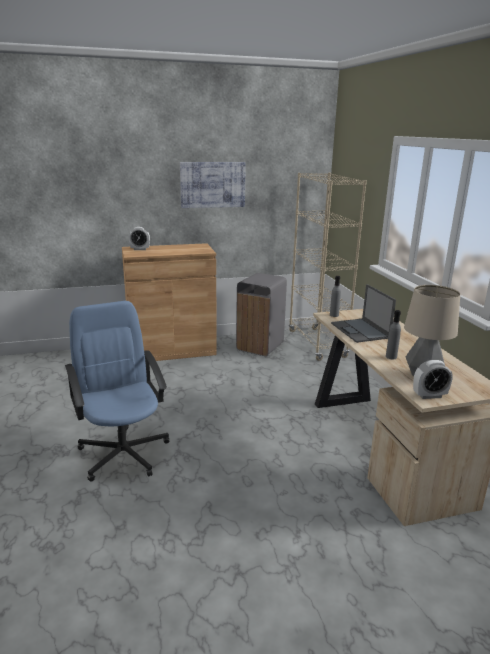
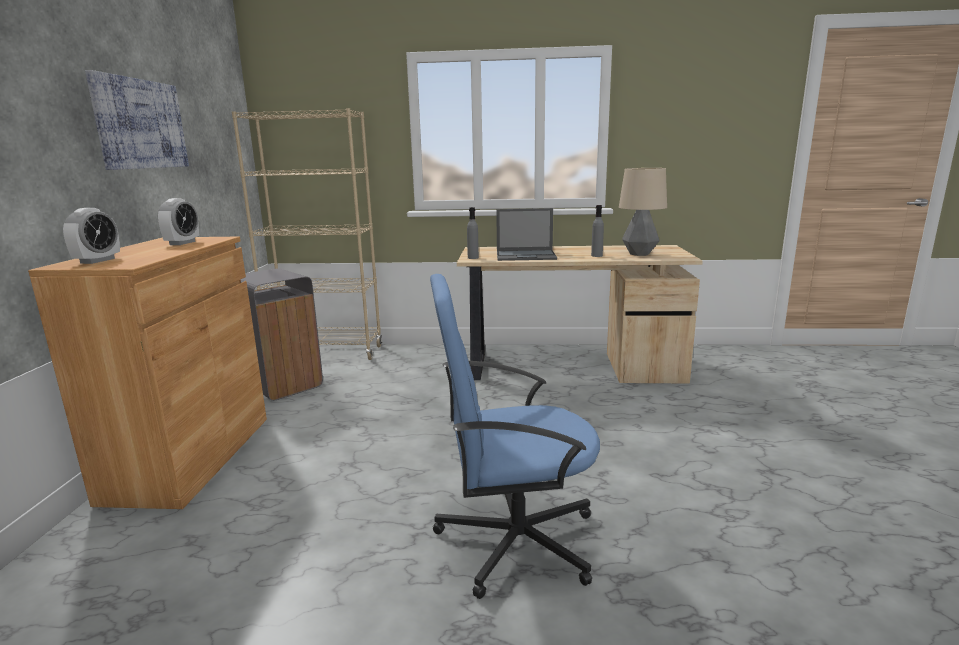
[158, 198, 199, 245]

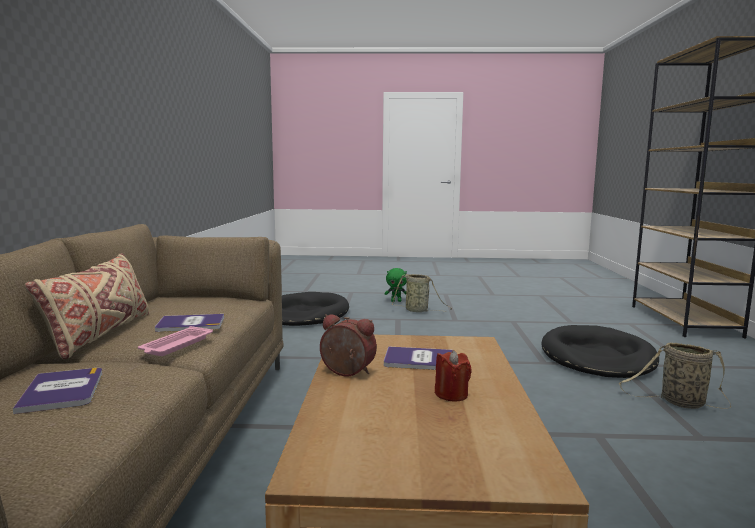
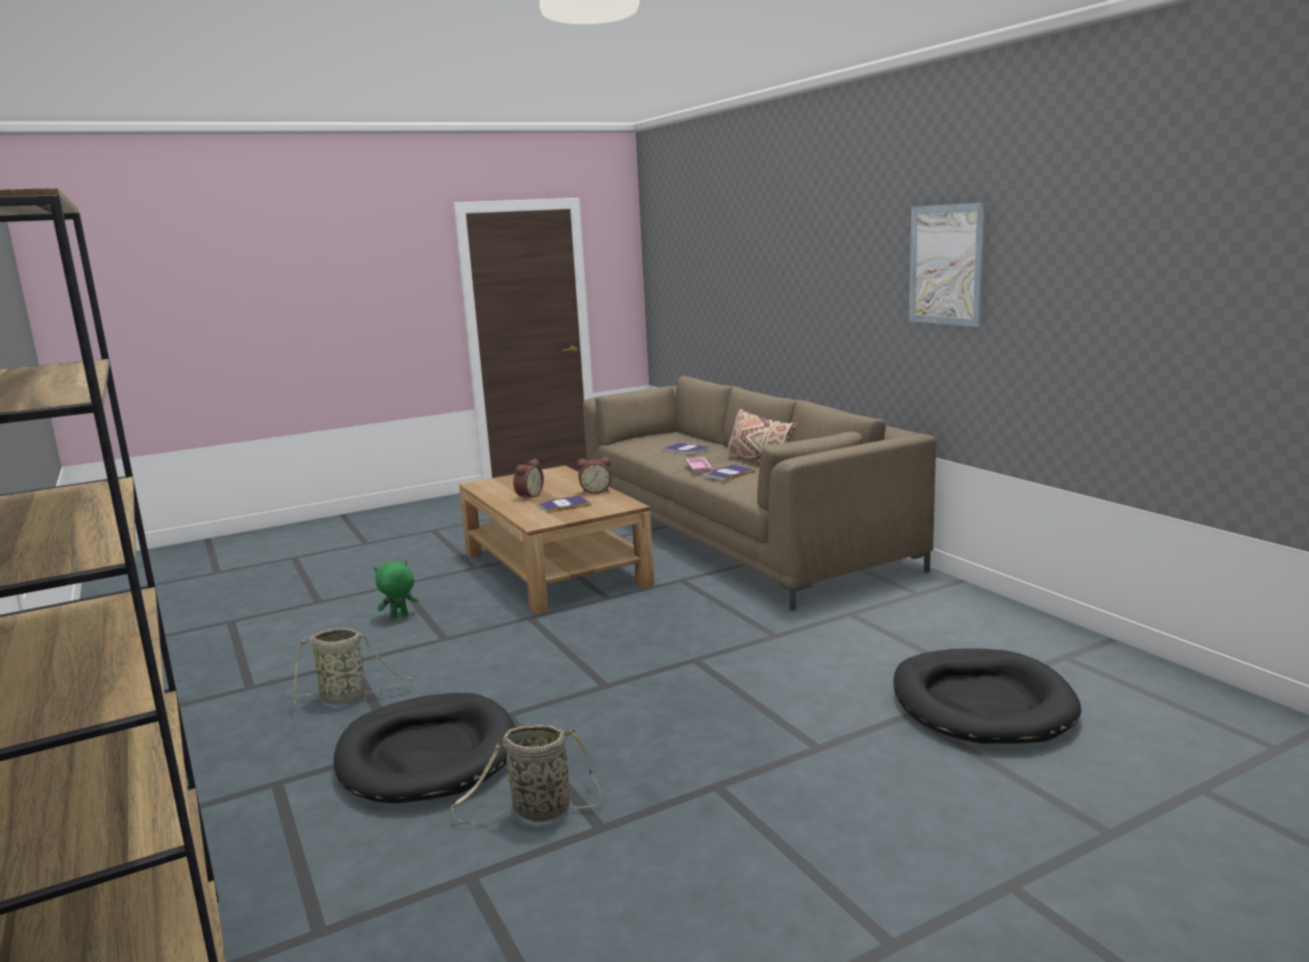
[374, 560, 418, 619]
[451, 725, 602, 823]
[513, 459, 544, 500]
[909, 202, 987, 327]

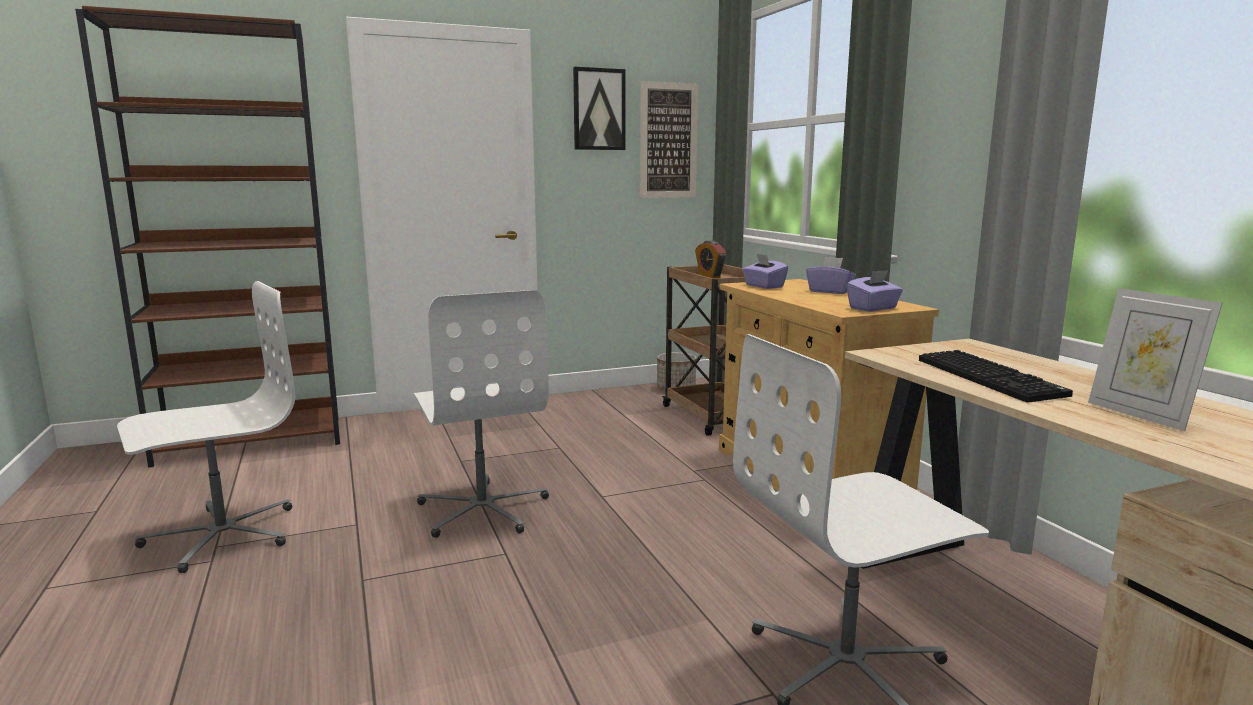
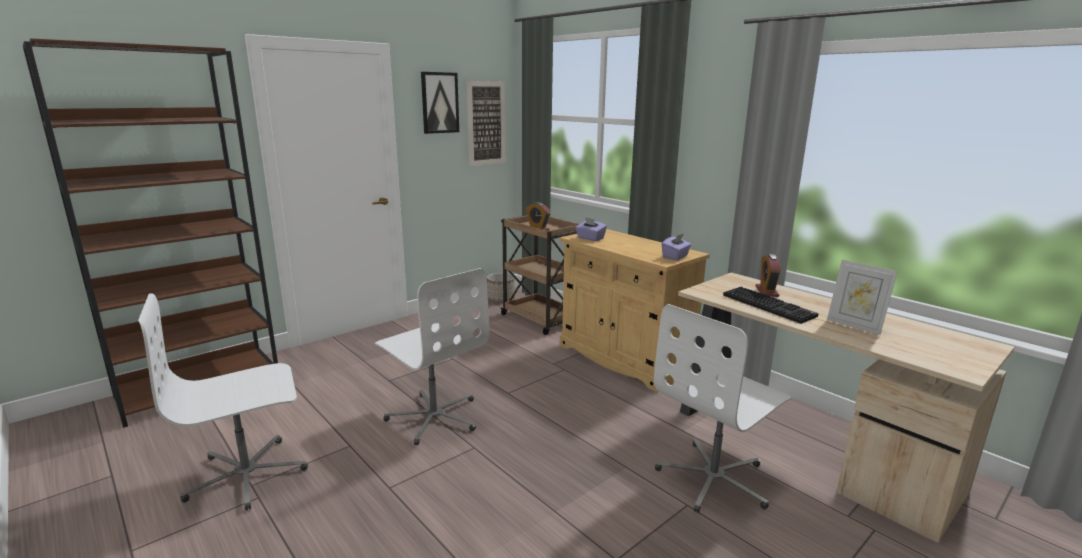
[138, 293, 308, 510]
[806, 257, 856, 294] (first image)
[756, 254, 781, 297]

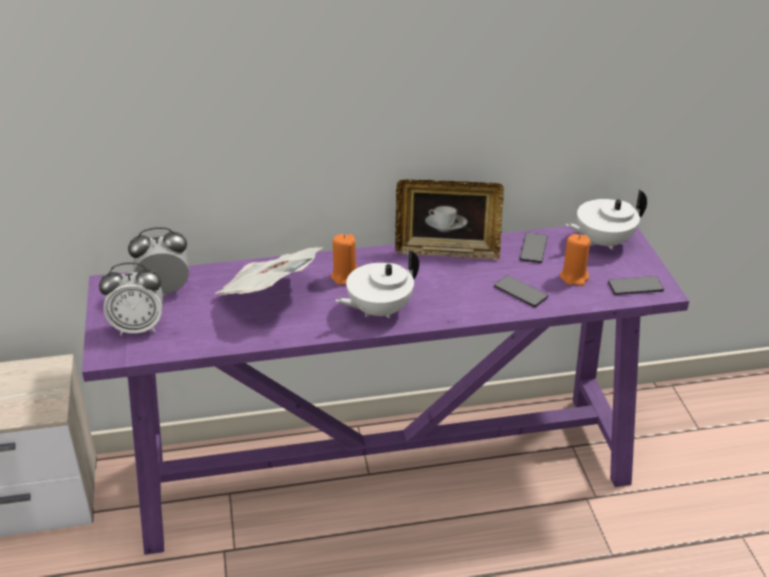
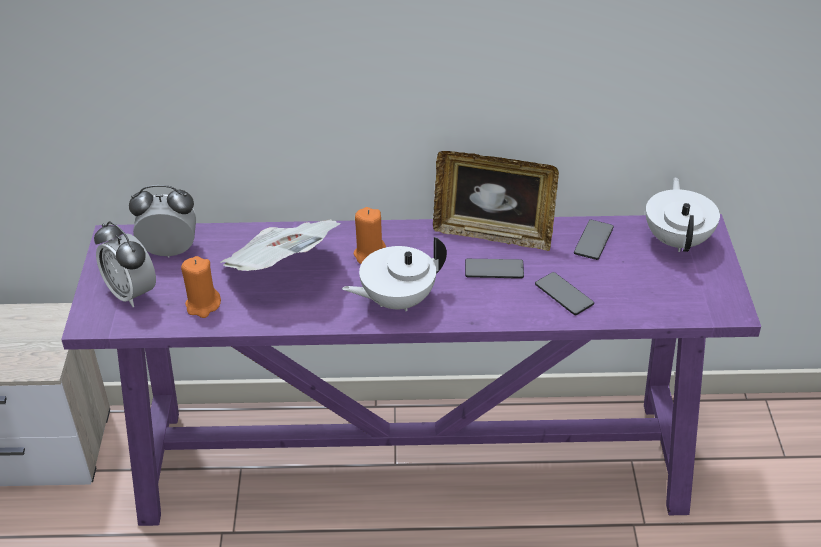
[94, 221, 156, 307]
[181, 256, 221, 318]
[646, 177, 720, 252]
[465, 259, 524, 279]

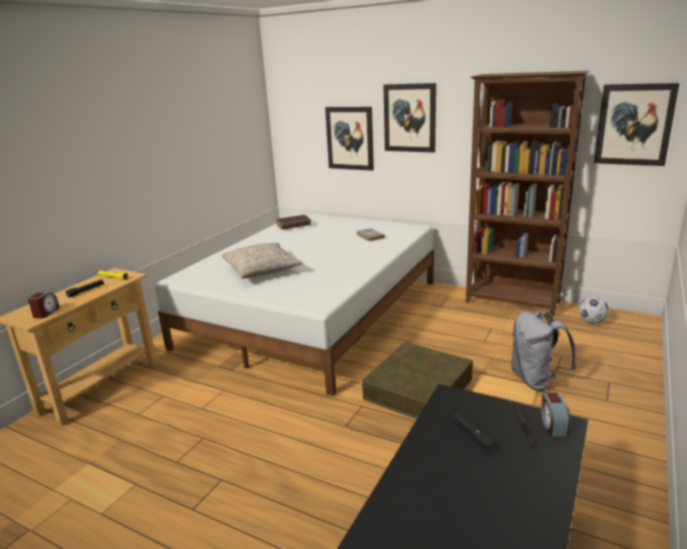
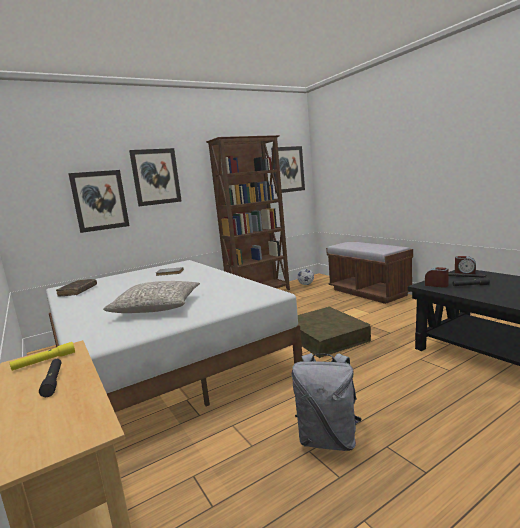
[425, 267, 449, 288]
[292, 353, 362, 451]
[326, 242, 413, 304]

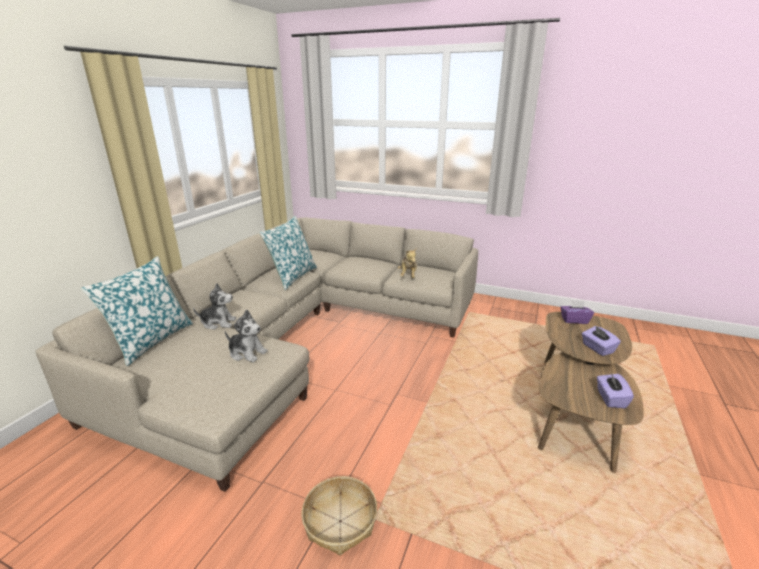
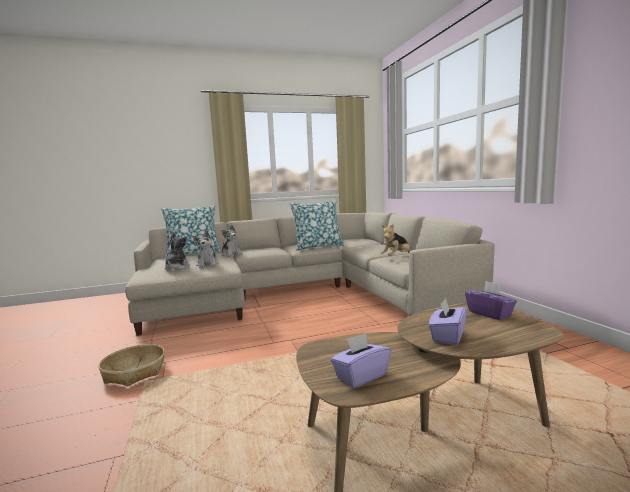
[165, 232, 190, 270]

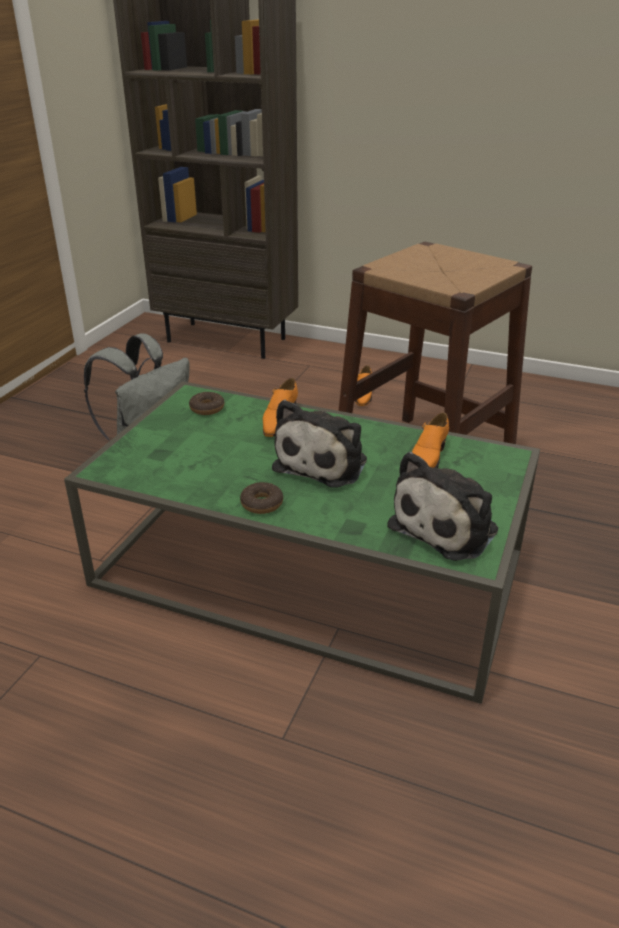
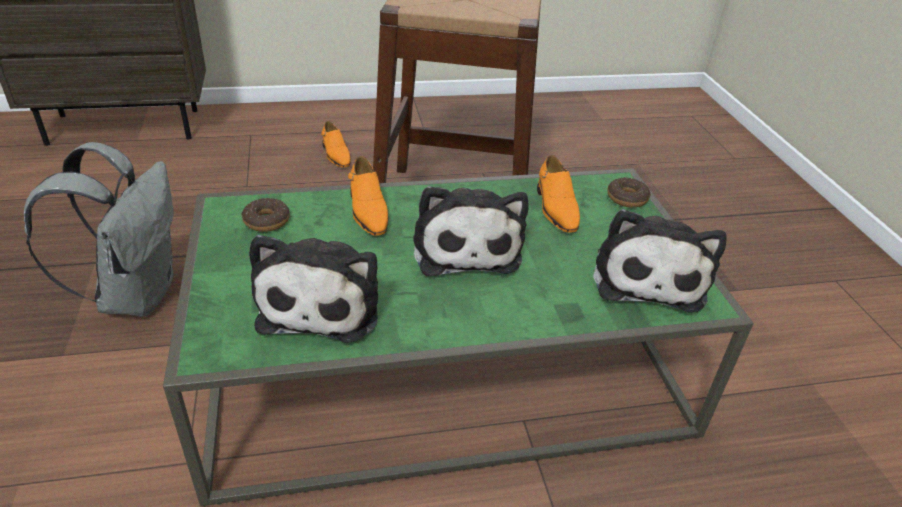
[607, 177, 650, 208]
[249, 234, 378, 343]

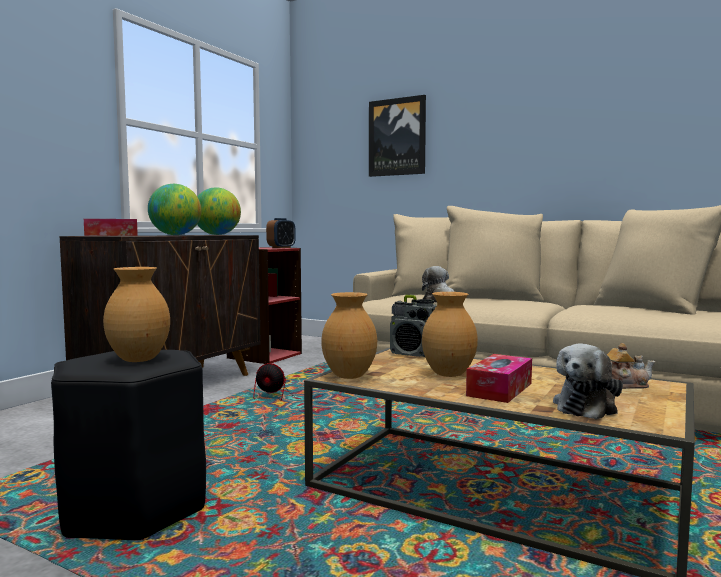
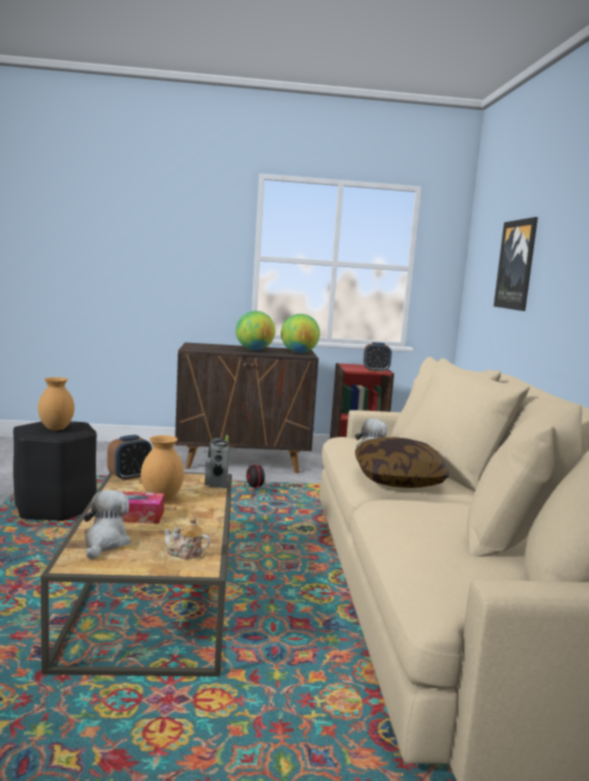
[84, 219, 138, 236] (first image)
[107, 435, 152, 481]
[83, 490, 130, 559]
[164, 517, 210, 560]
[355, 437, 449, 488]

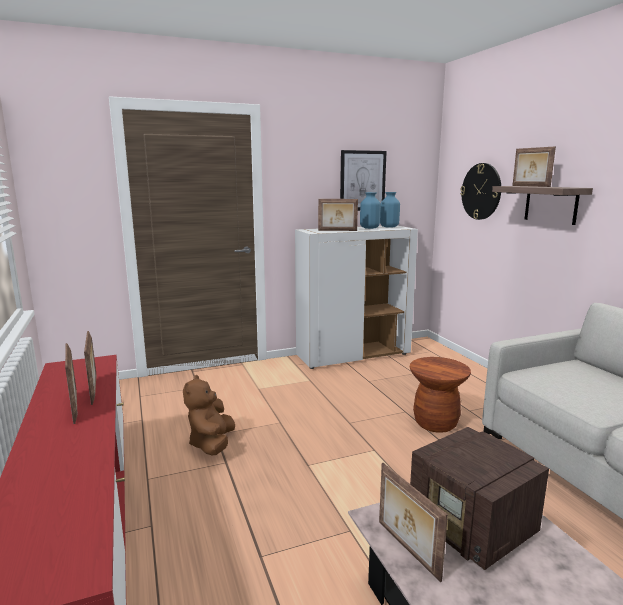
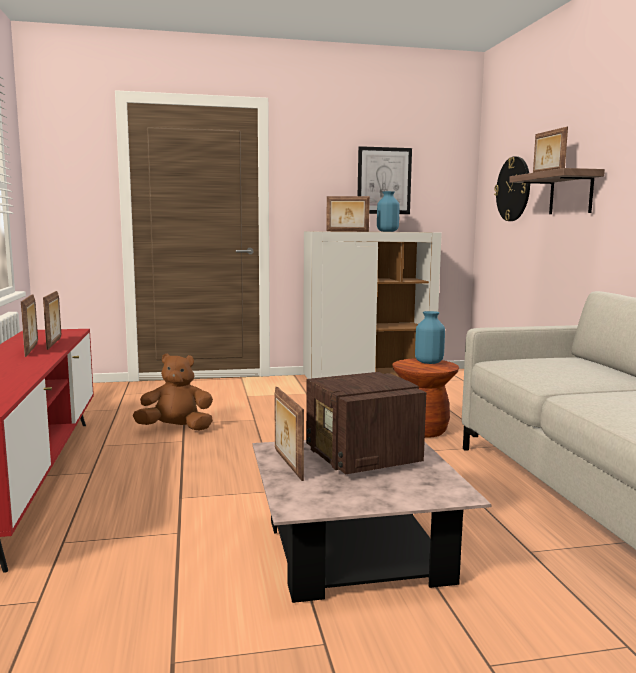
[133, 353, 213, 431]
[415, 311, 445, 364]

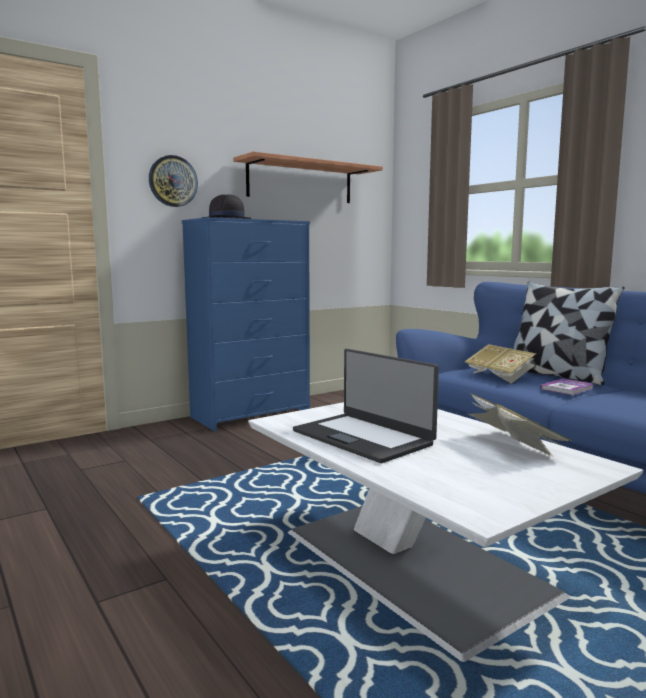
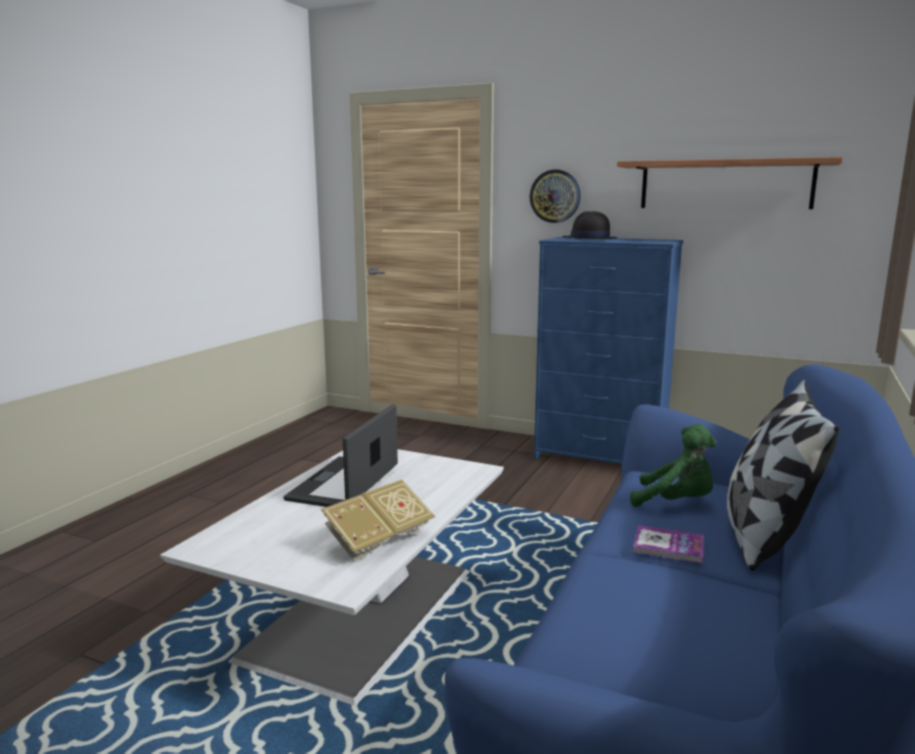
[630, 424, 717, 507]

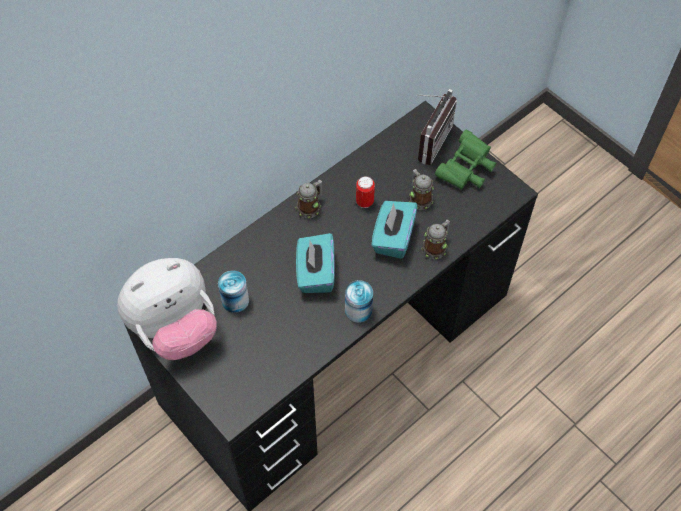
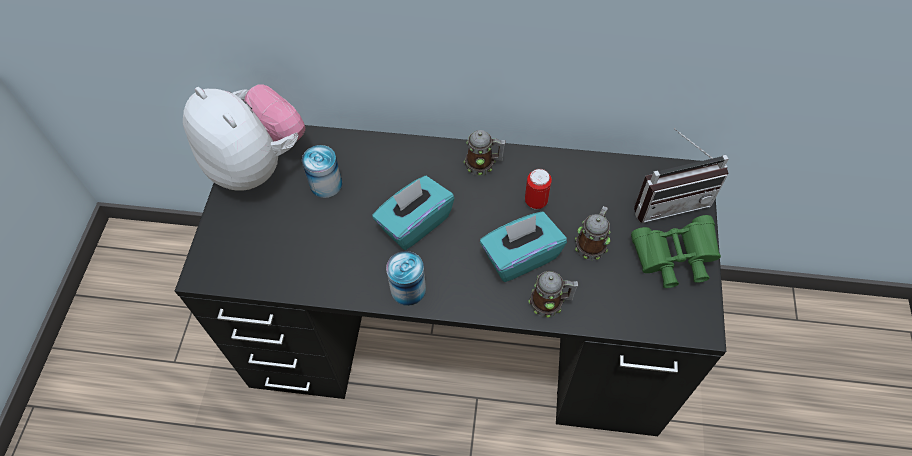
[183, 84, 305, 191]

